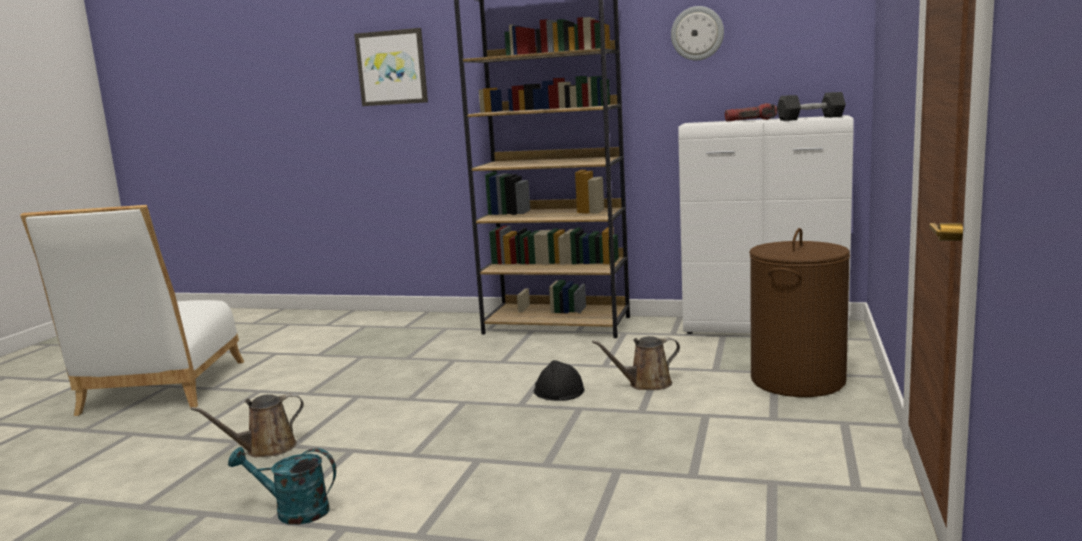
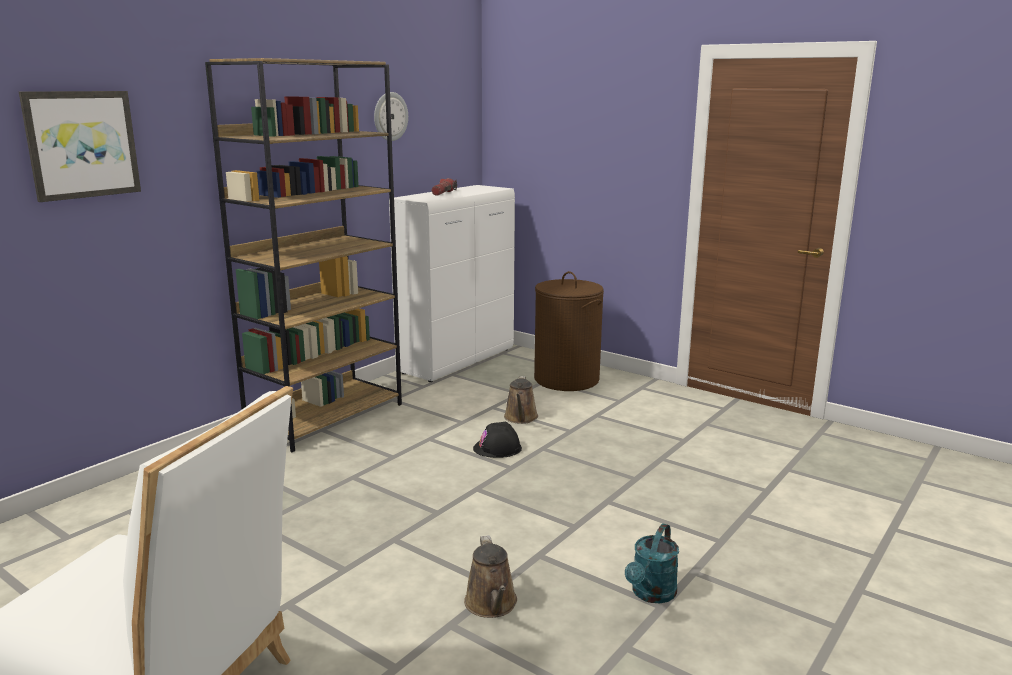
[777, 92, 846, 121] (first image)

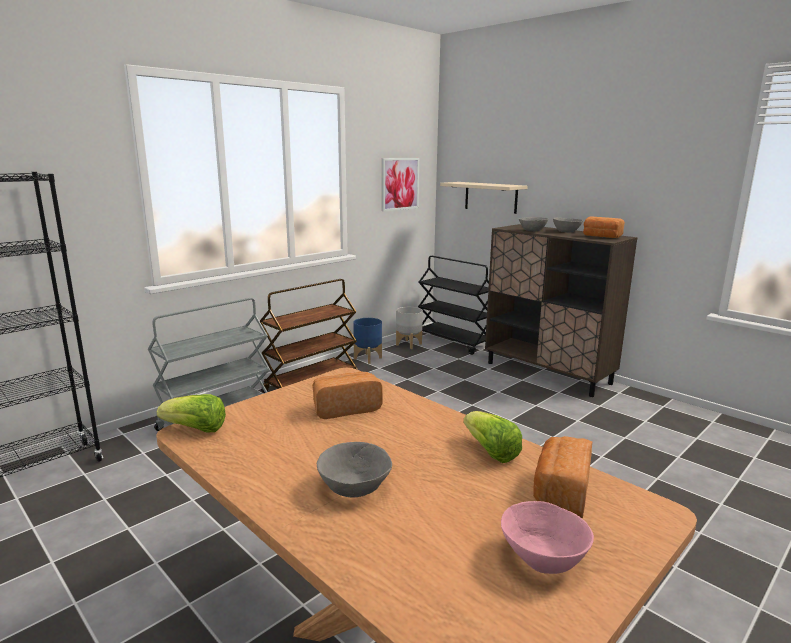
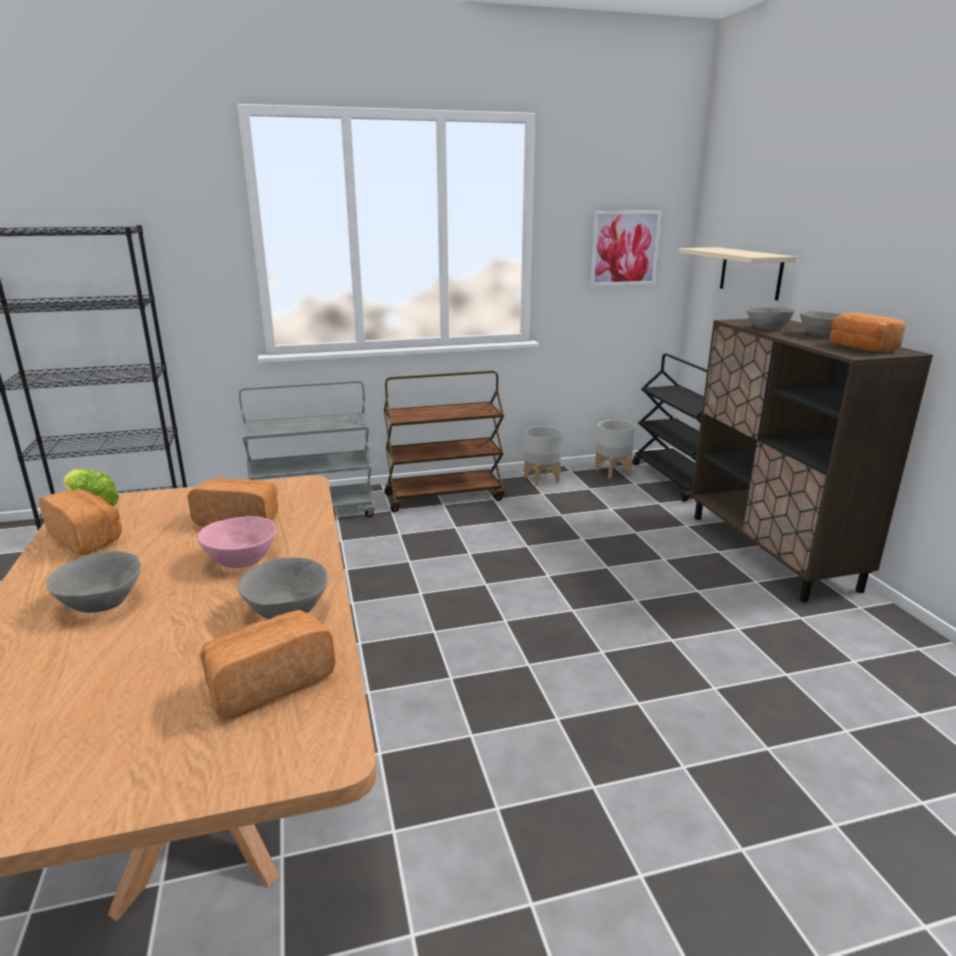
[524, 426, 562, 486]
[238, 558, 328, 619]
[198, 516, 277, 568]
[39, 490, 122, 555]

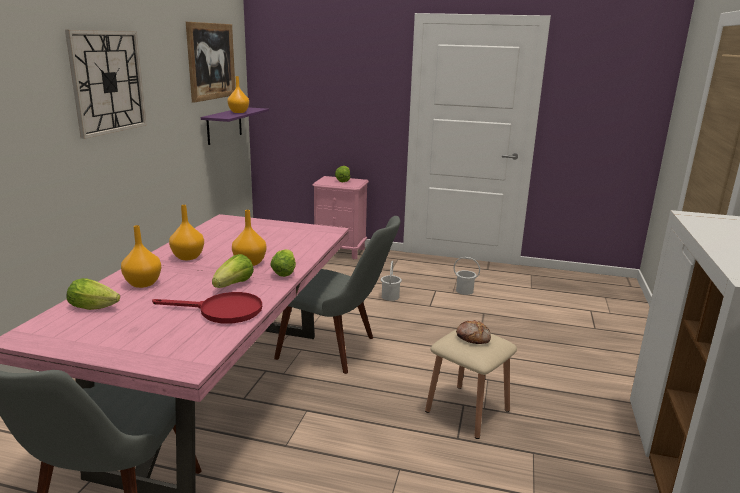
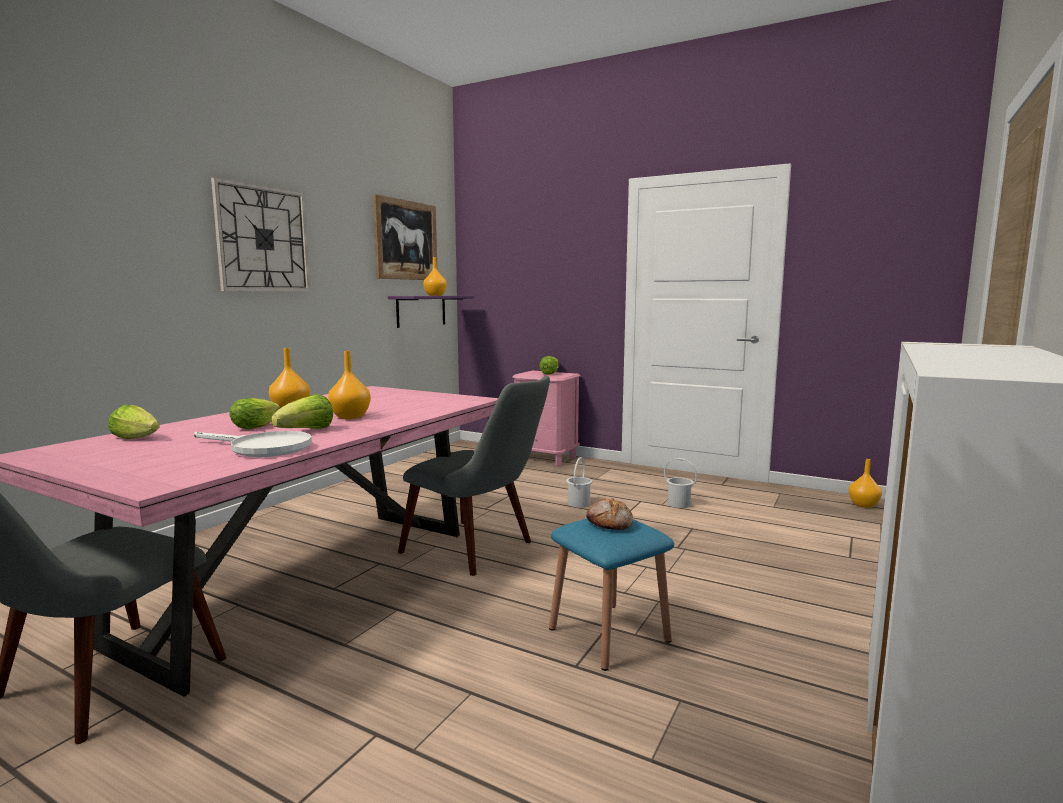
[848, 459, 882, 508]
[194, 431, 312, 457]
[230, 398, 280, 430]
[549, 519, 674, 671]

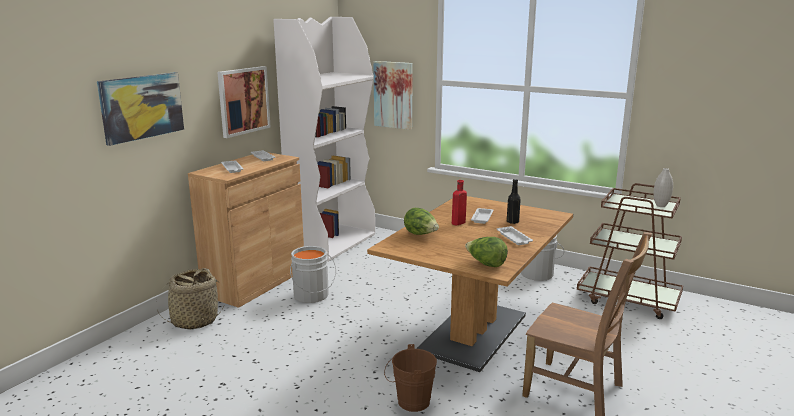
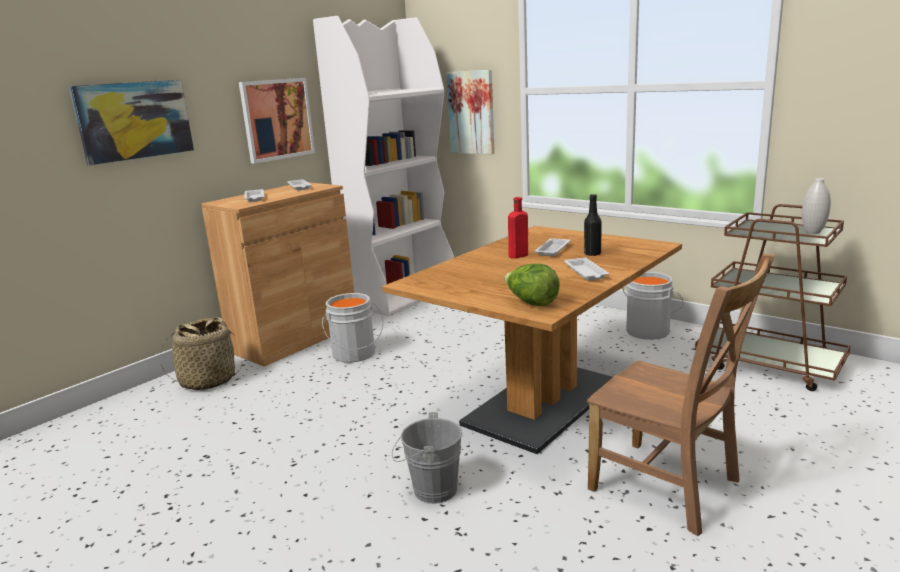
[392, 412, 462, 504]
[404, 208, 439, 235] (first image)

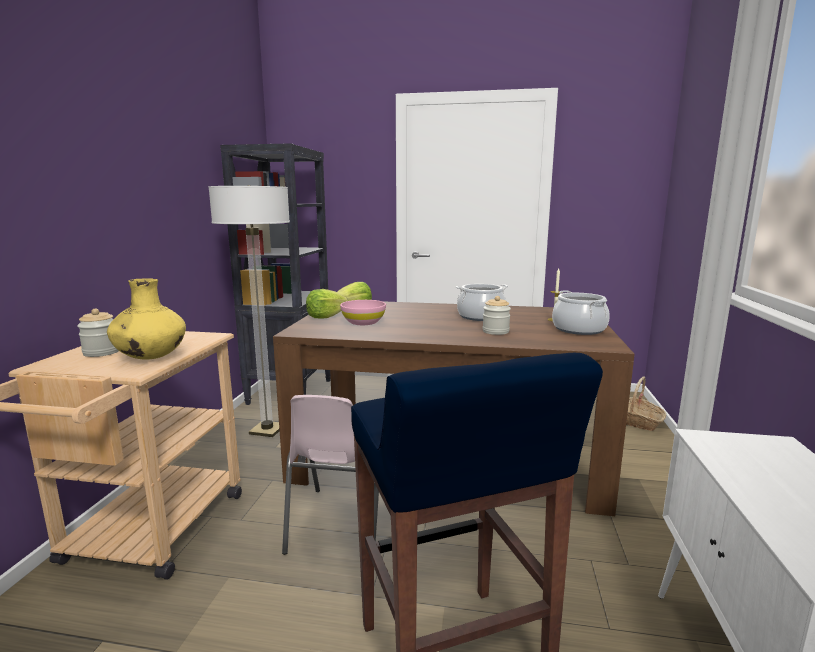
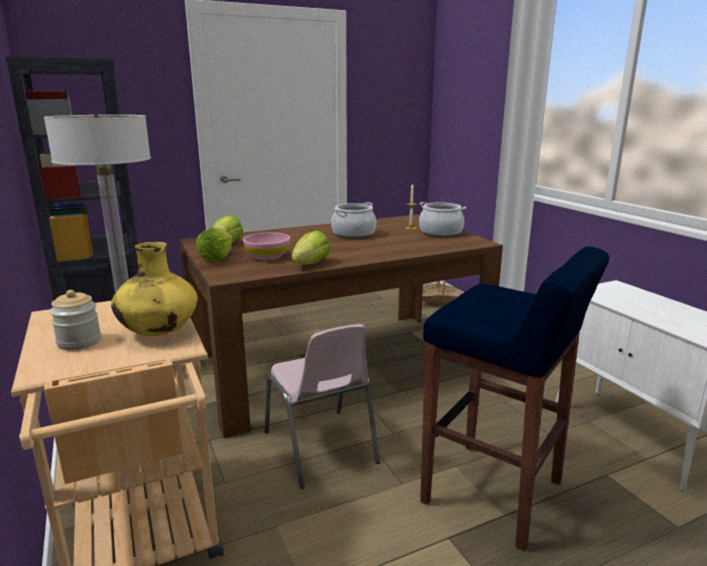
[483, 296, 511, 335] (first image)
[292, 231, 330, 264]

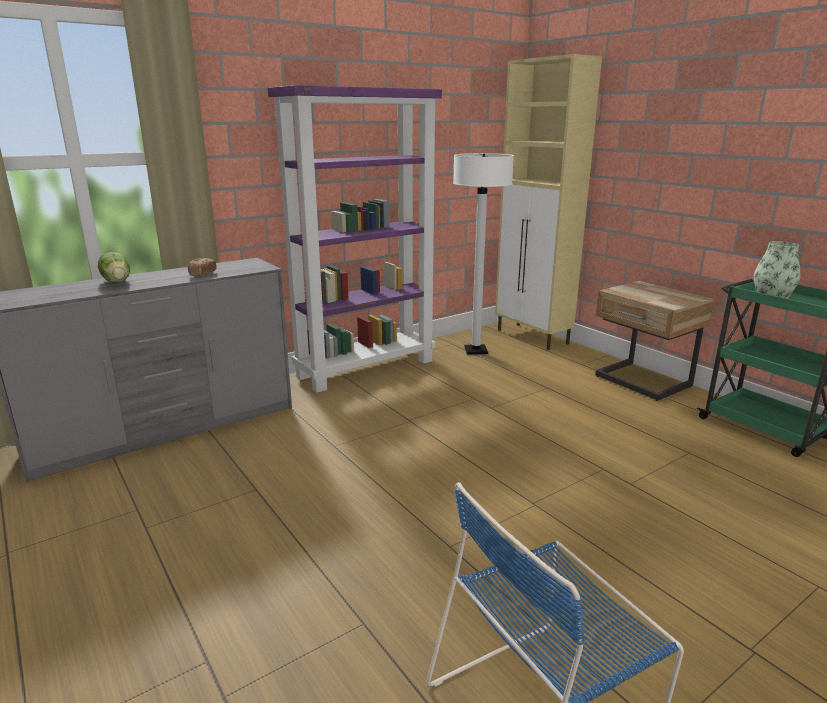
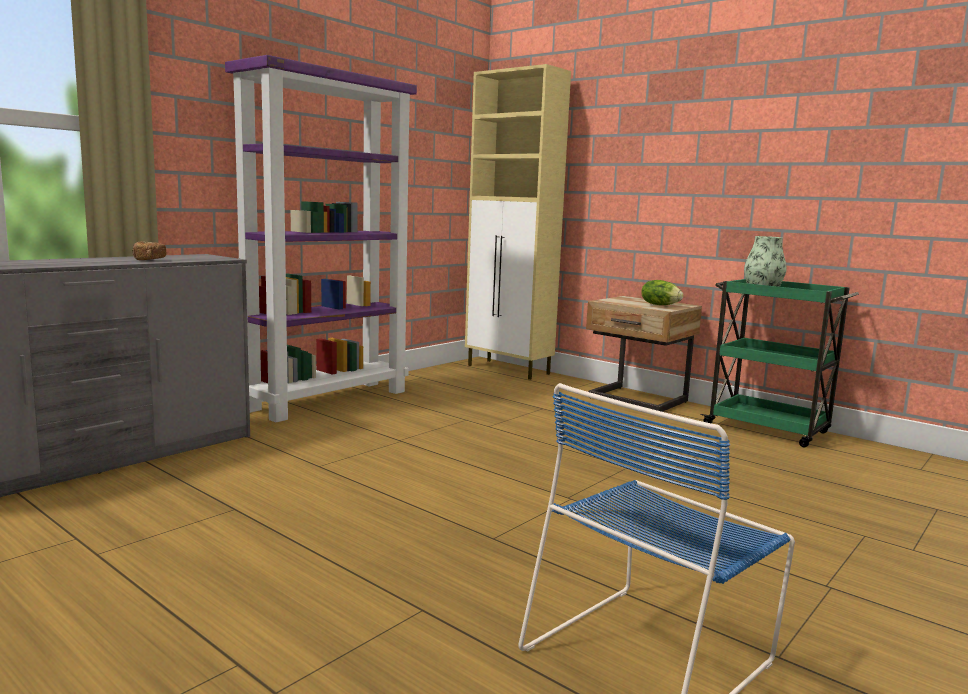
[641, 280, 683, 305]
[453, 153, 514, 354] (first image)

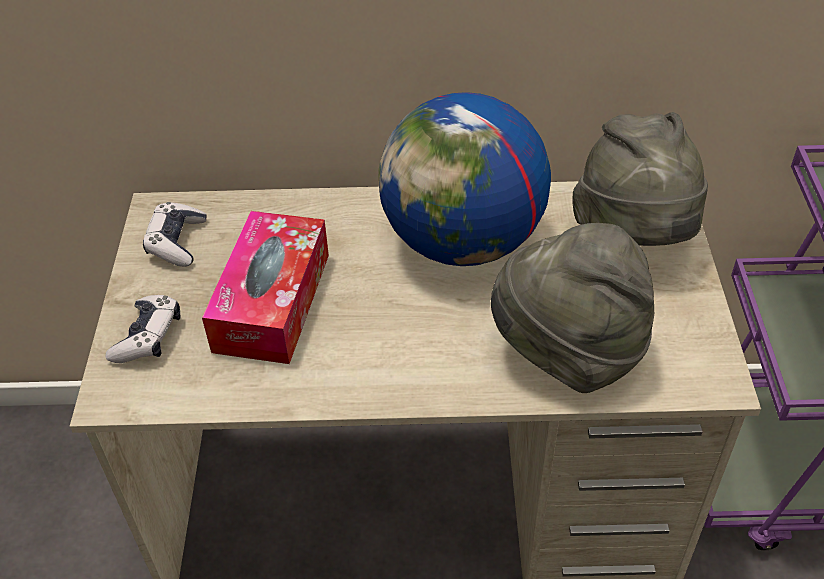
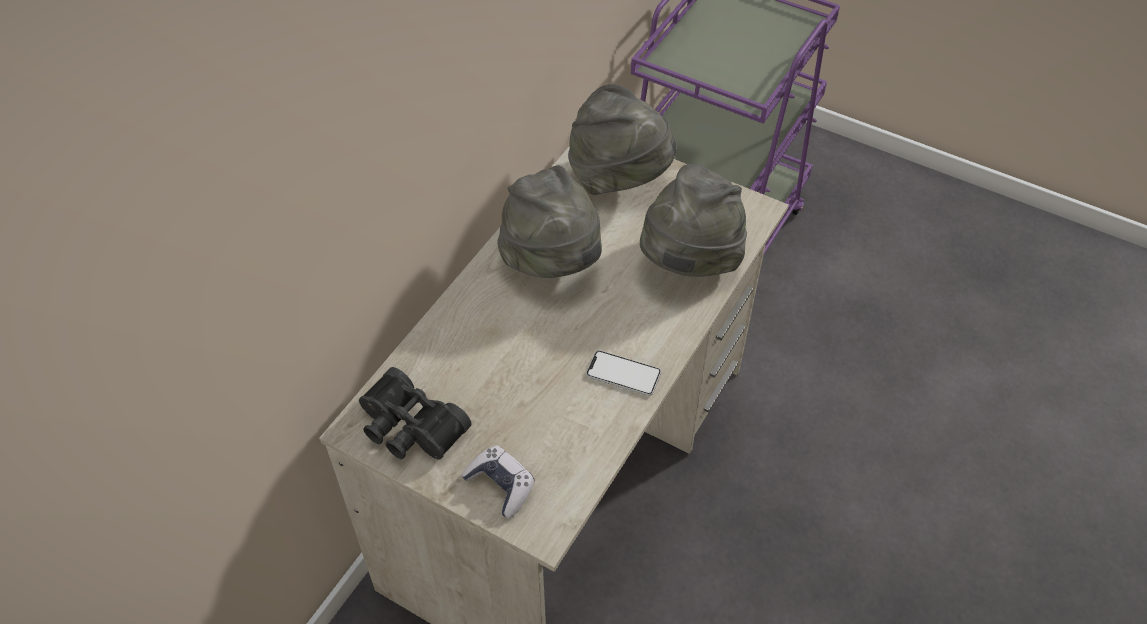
[359, 367, 471, 460]
[202, 211, 329, 364] (first image)
[497, 165, 602, 278]
[586, 351, 661, 396]

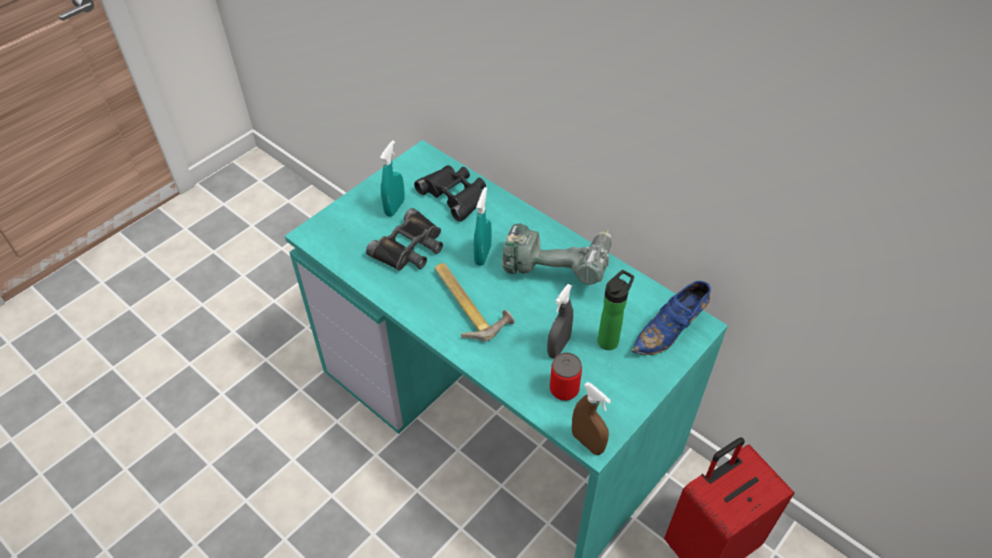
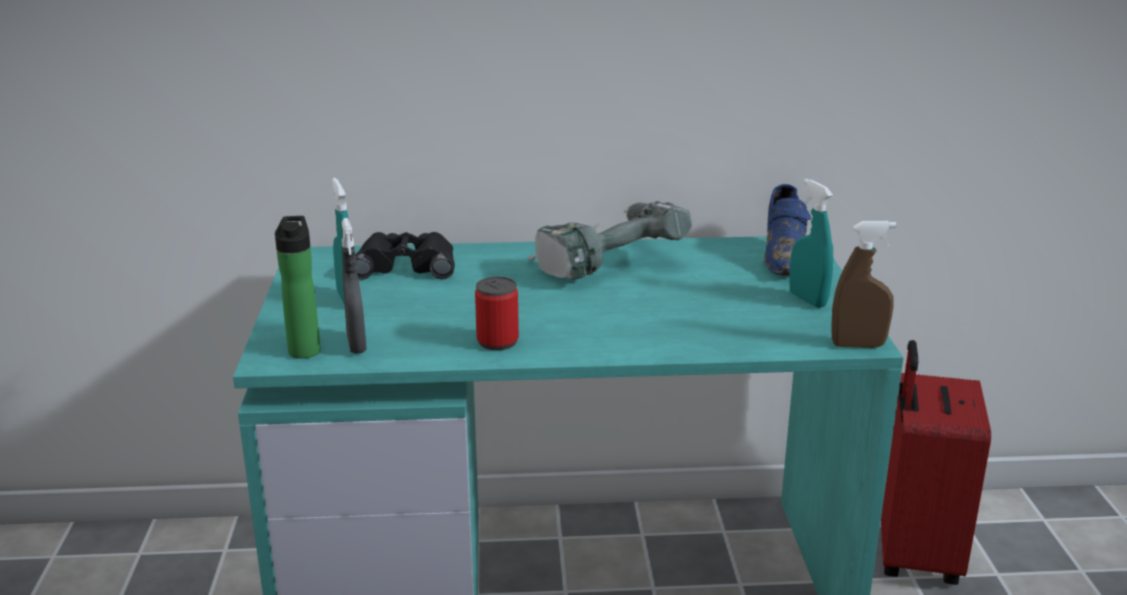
[366, 208, 443, 271] (first image)
[435, 263, 514, 341] (first image)
[789, 179, 833, 308]
[342, 218, 367, 354]
[475, 277, 519, 350]
[275, 216, 321, 359]

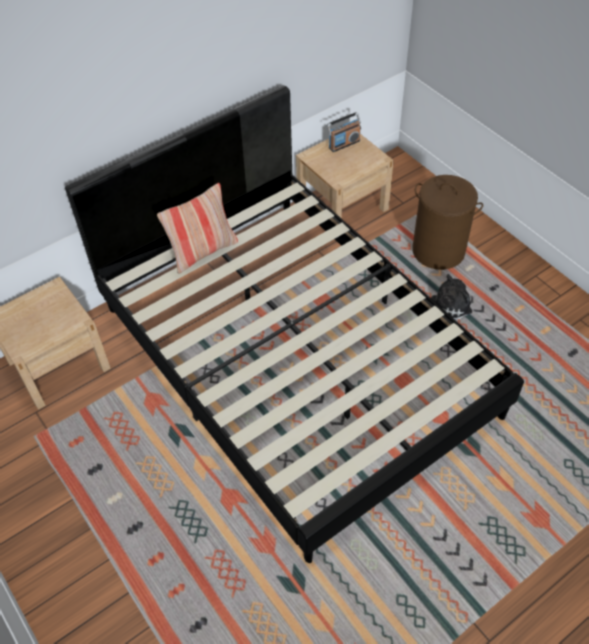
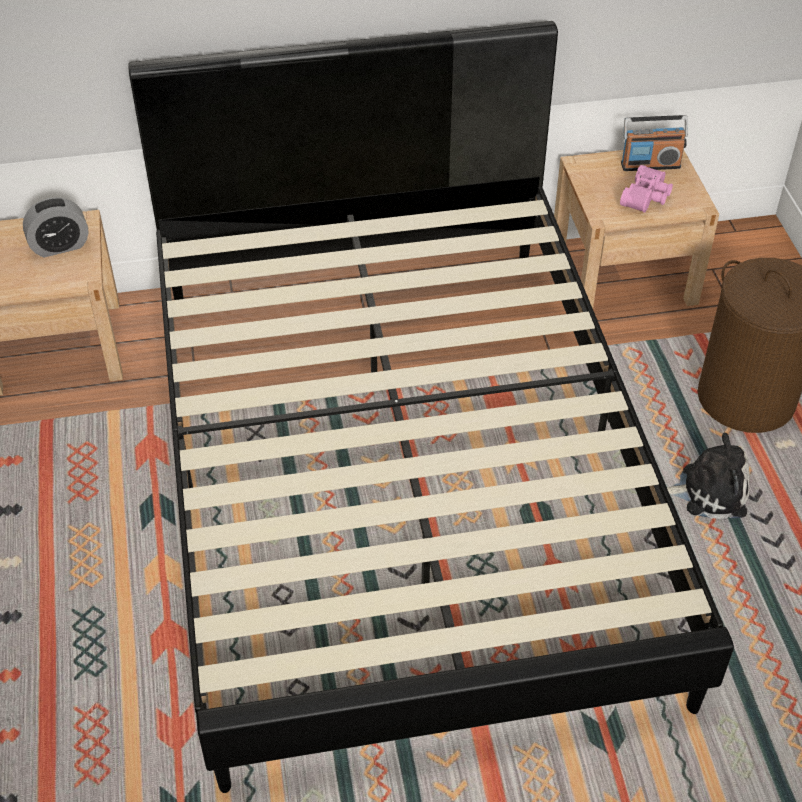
[157, 183, 238, 274] (first image)
[23, 197, 88, 257]
[620, 165, 673, 213]

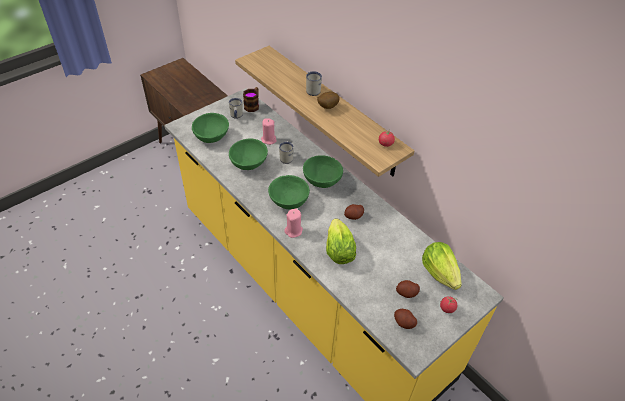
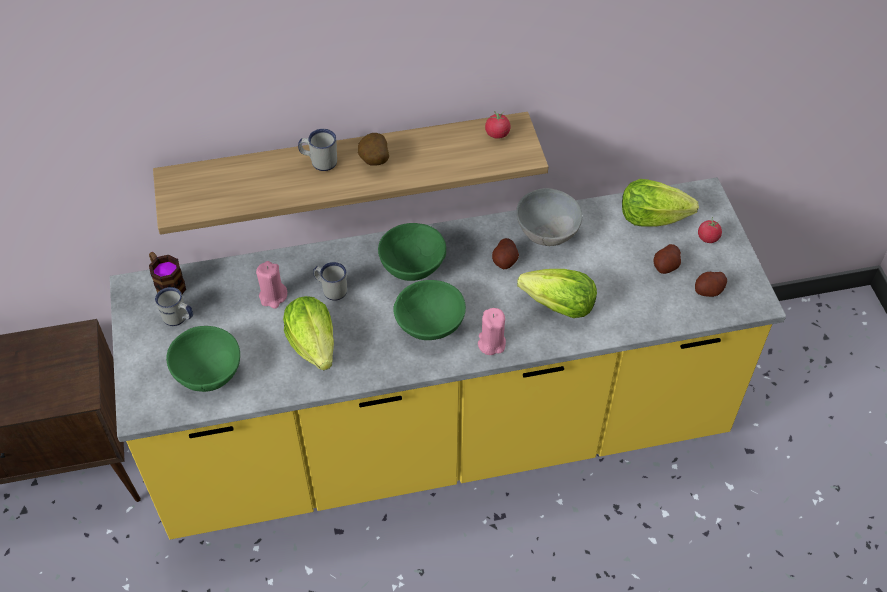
[283, 296, 334, 370]
[516, 188, 582, 246]

